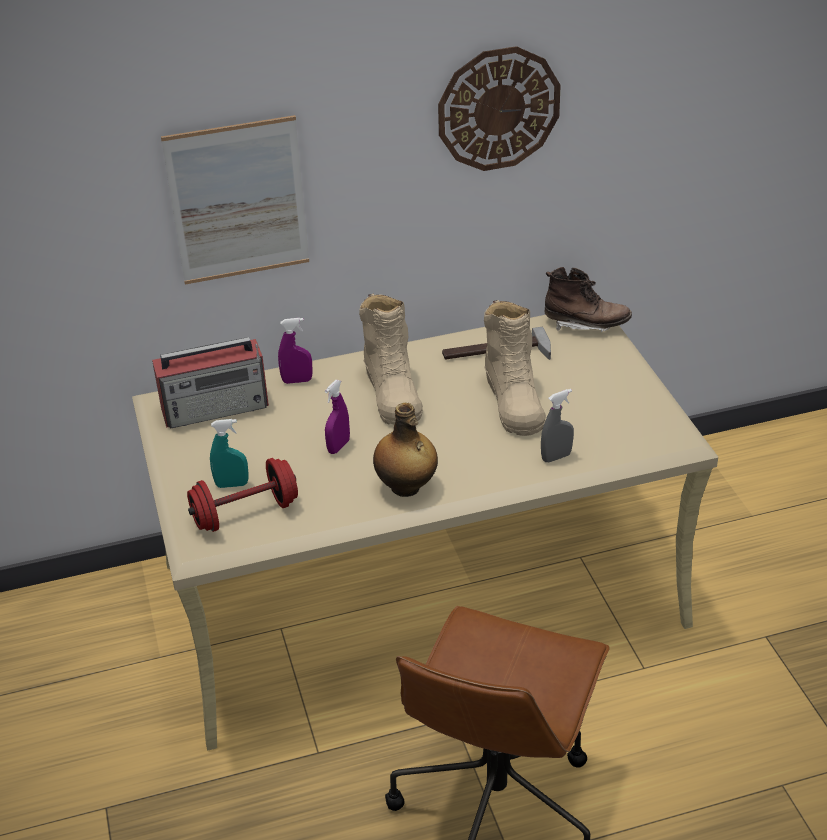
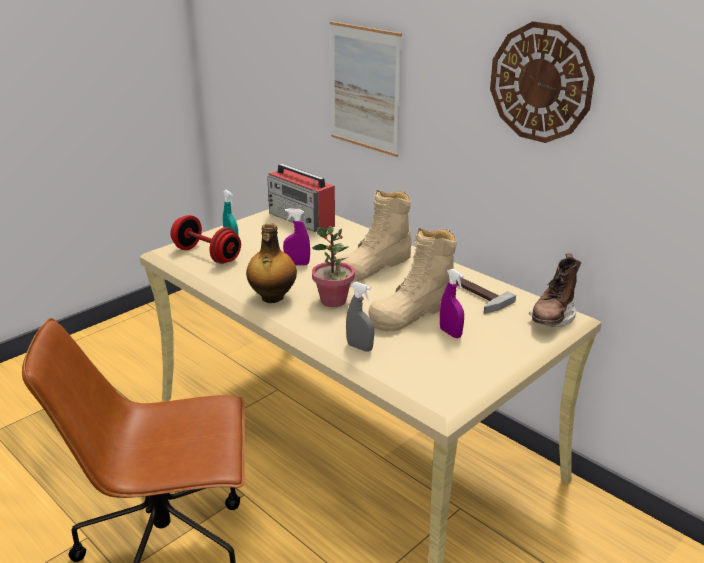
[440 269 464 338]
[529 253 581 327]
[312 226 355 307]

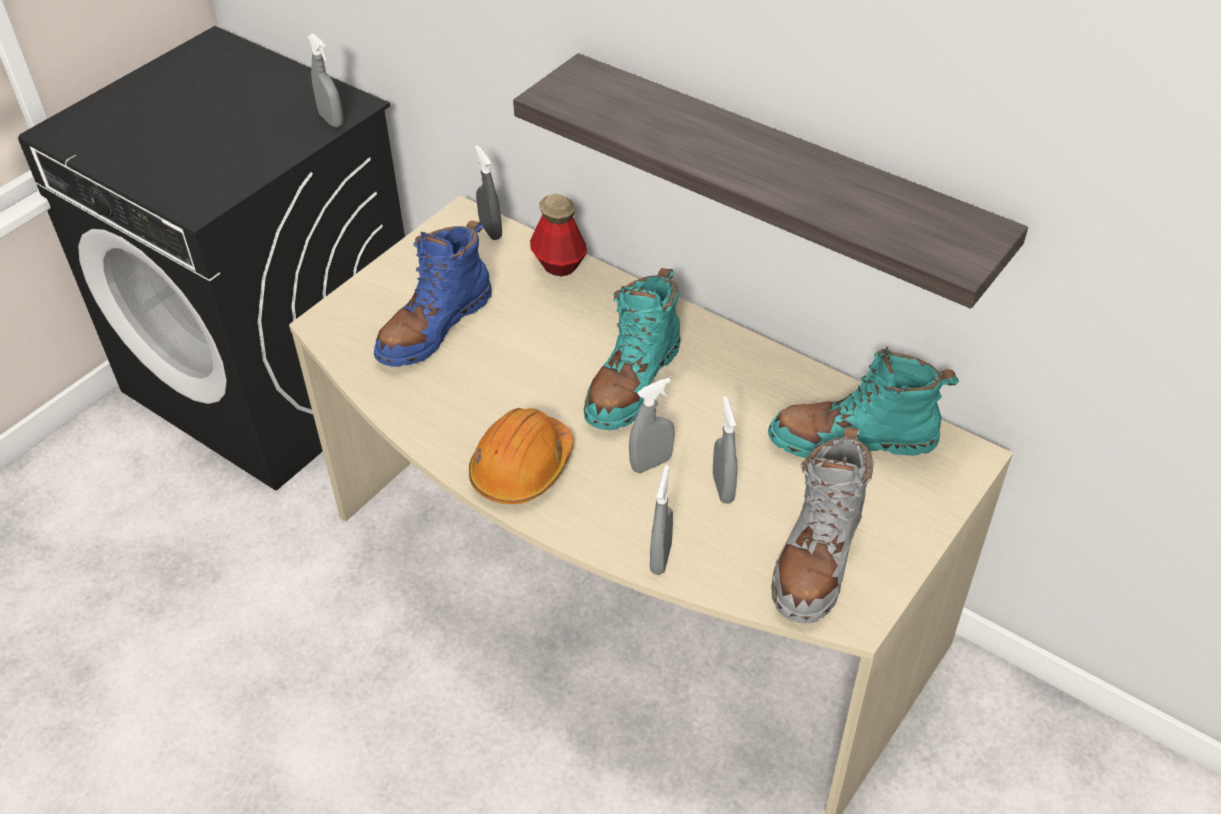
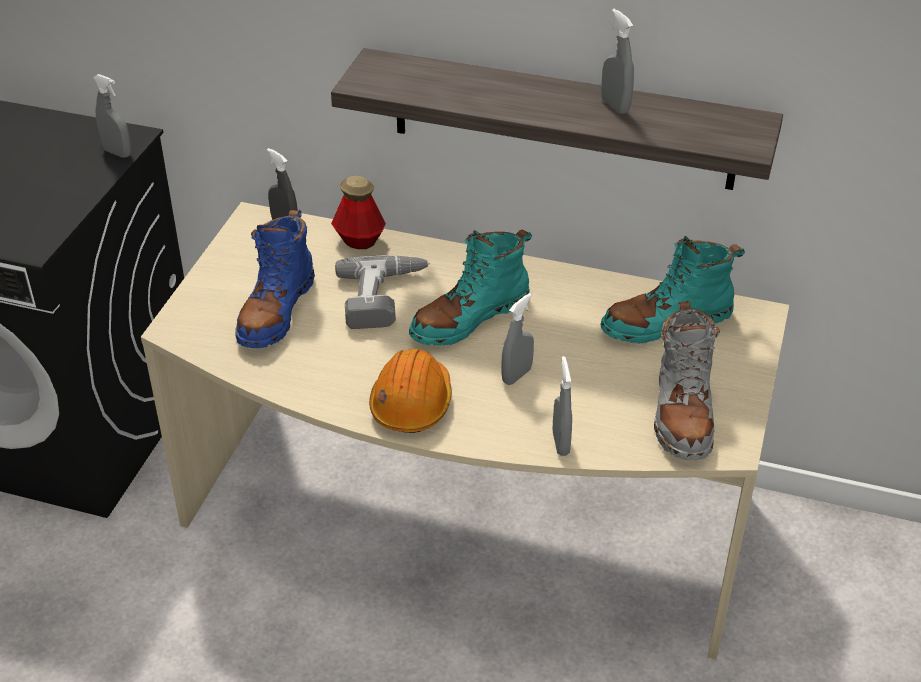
[409 230 532 346]
[601 8 634 114]
[335 255 430 329]

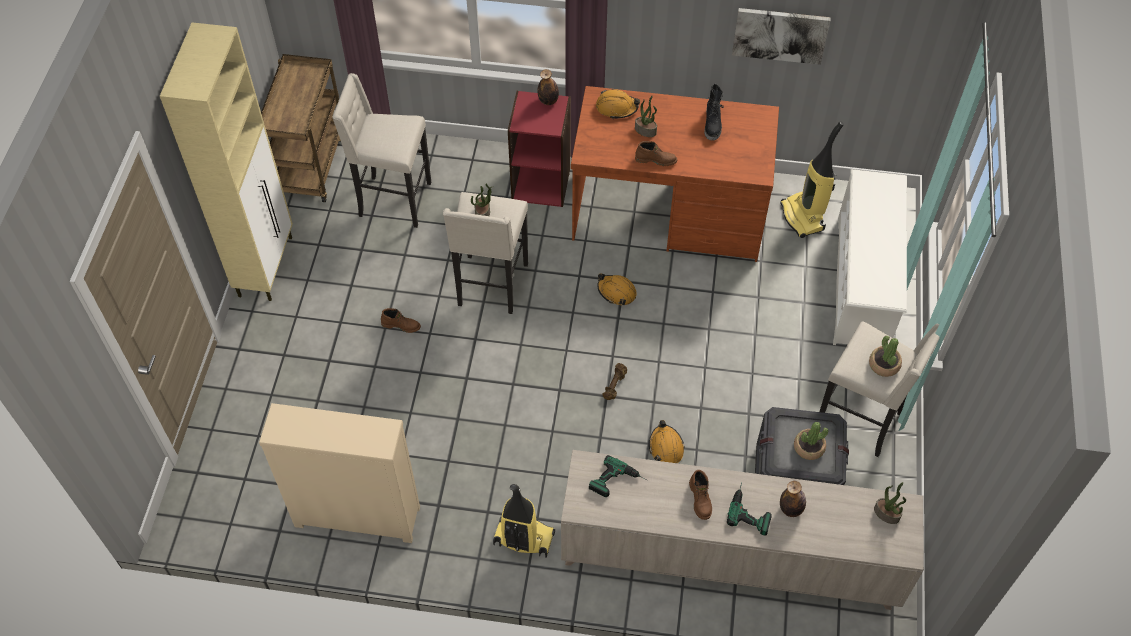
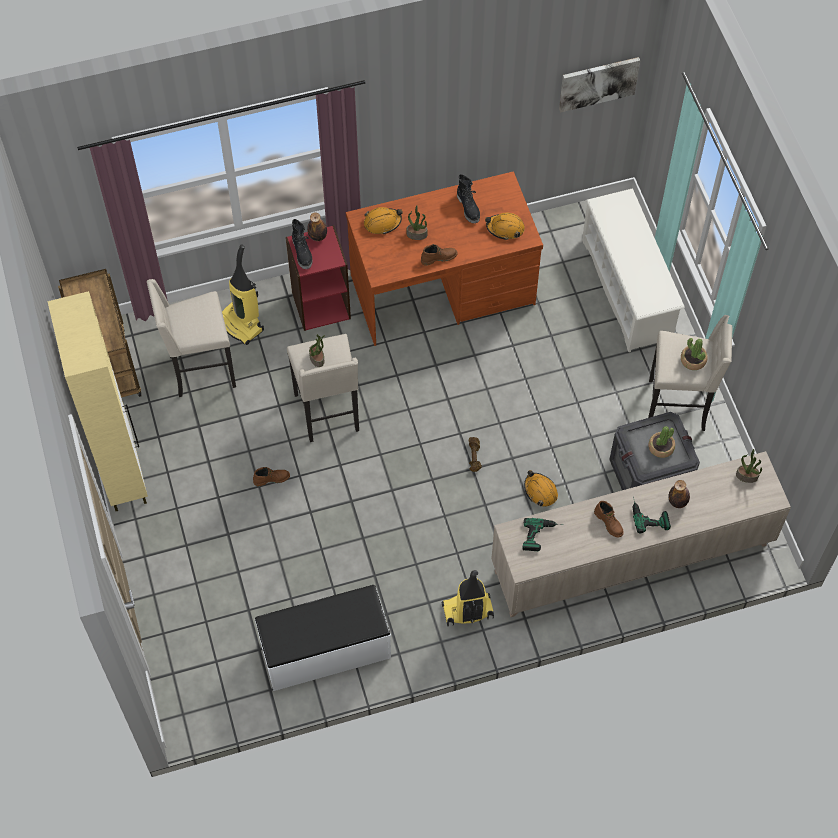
[255 585 391 691]
[485 213 525 240]
[559 57 640 112]
[222 244 264 345]
[292 219 313 269]

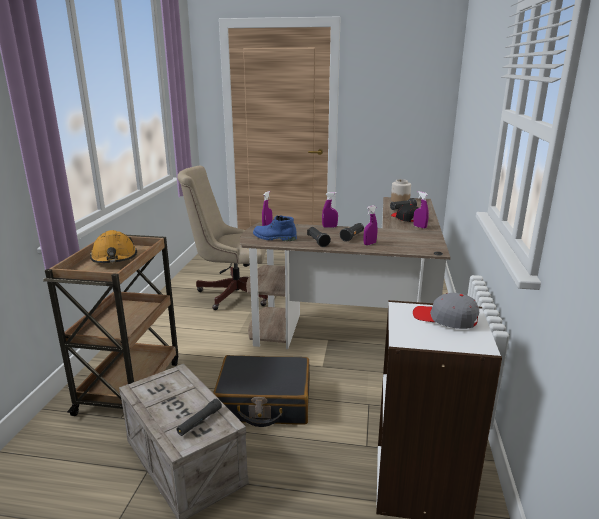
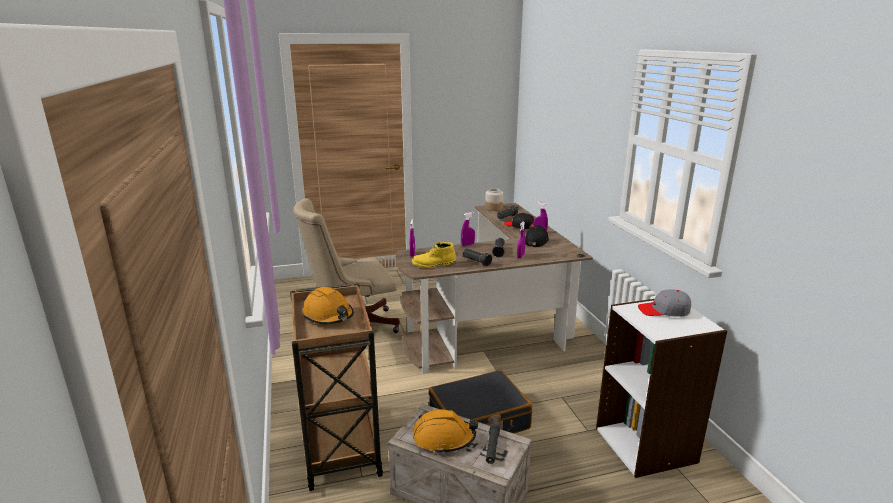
[412 242 456 268]
[413 409 478 454]
[525 225 549 247]

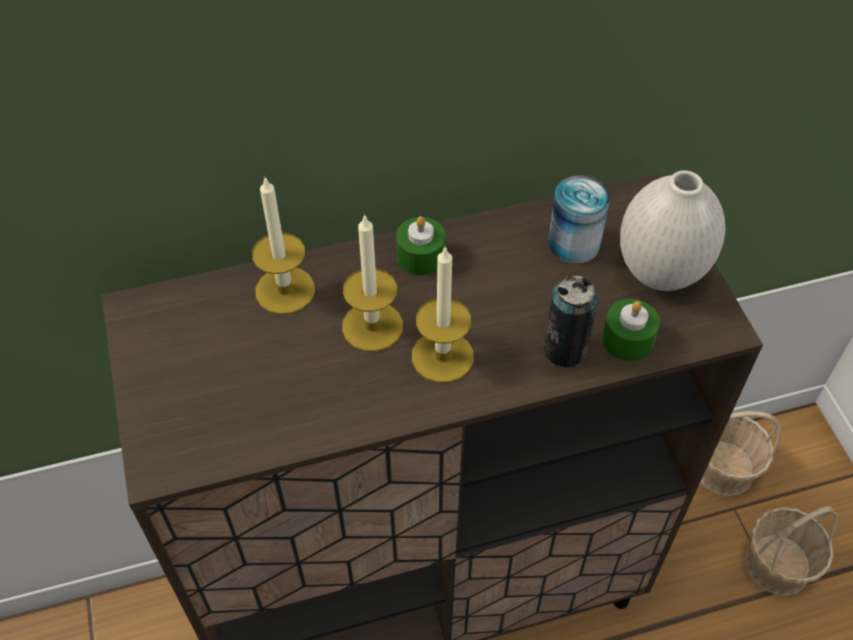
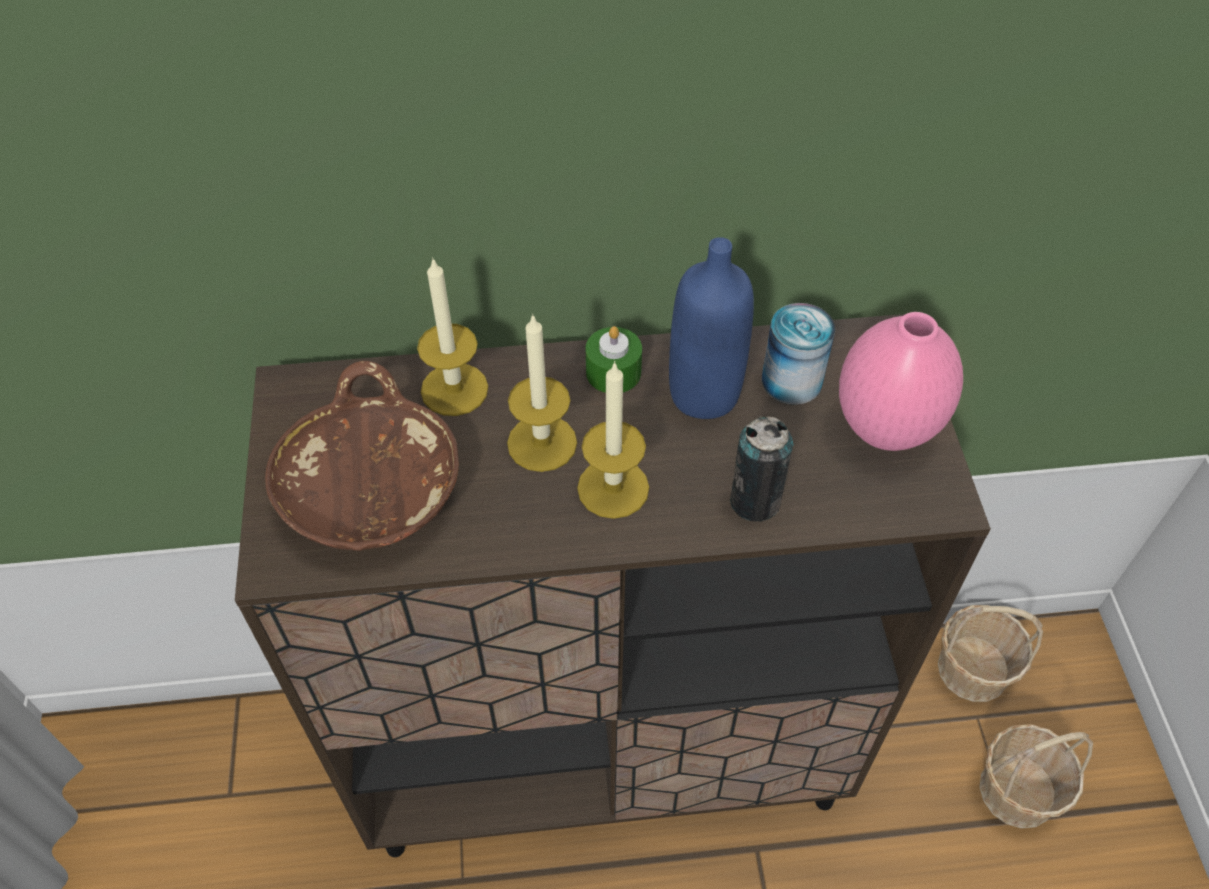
[602 299 660 361] (first image)
[839 312 963 451]
[265 361 459 551]
[669 237 754 419]

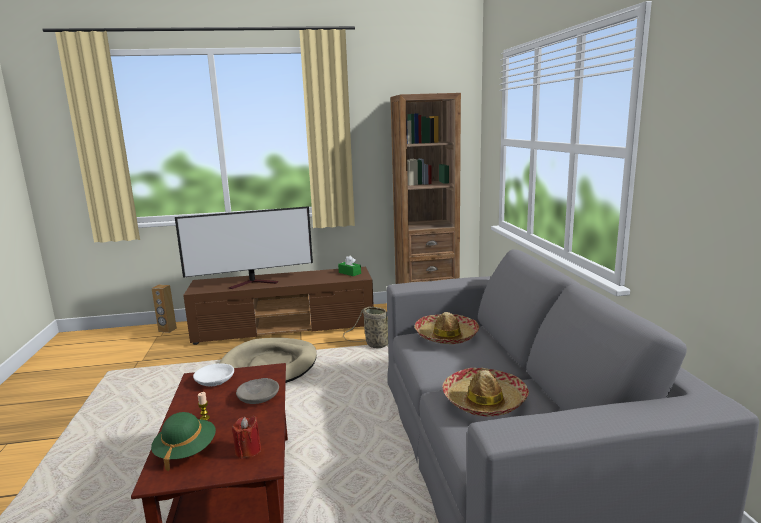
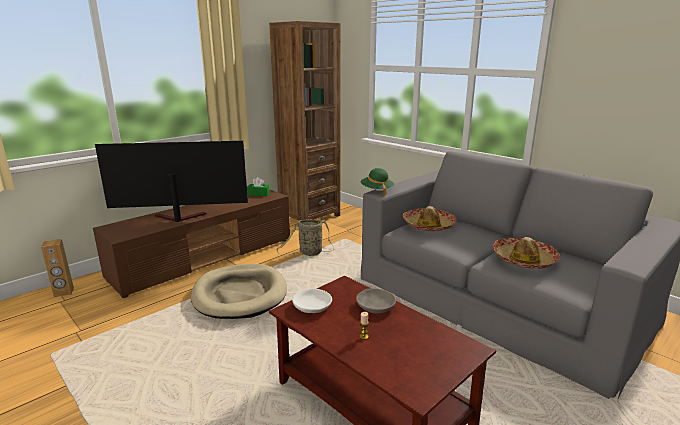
[361 168 394 196]
[95 141 248 222]
[232 416 261 459] (first image)

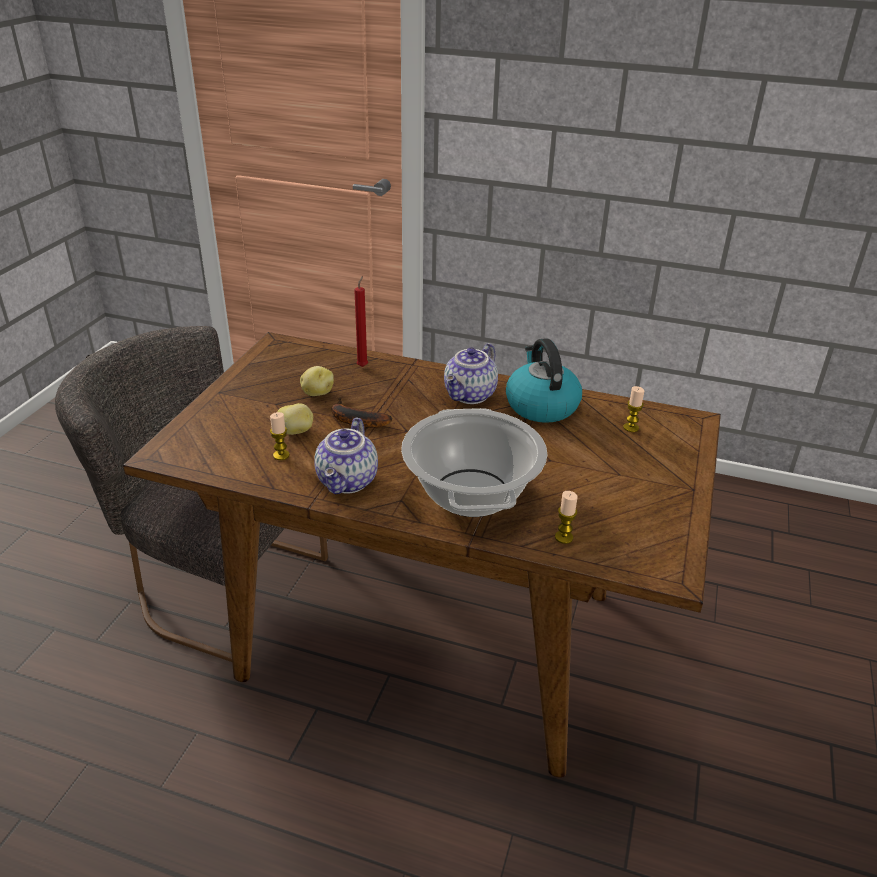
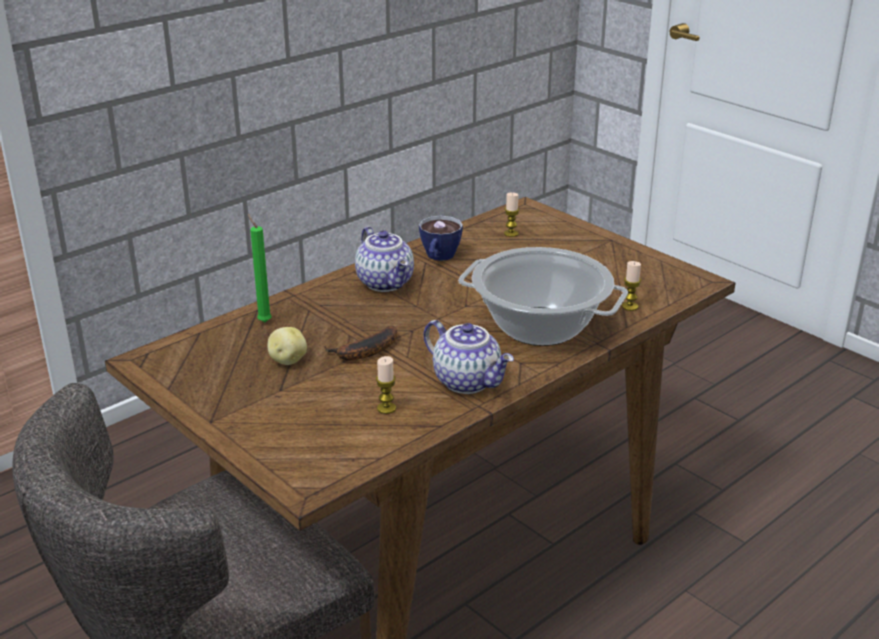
[277 403 313 435] (first image)
[248 214 272 322]
[419 216 463 261]

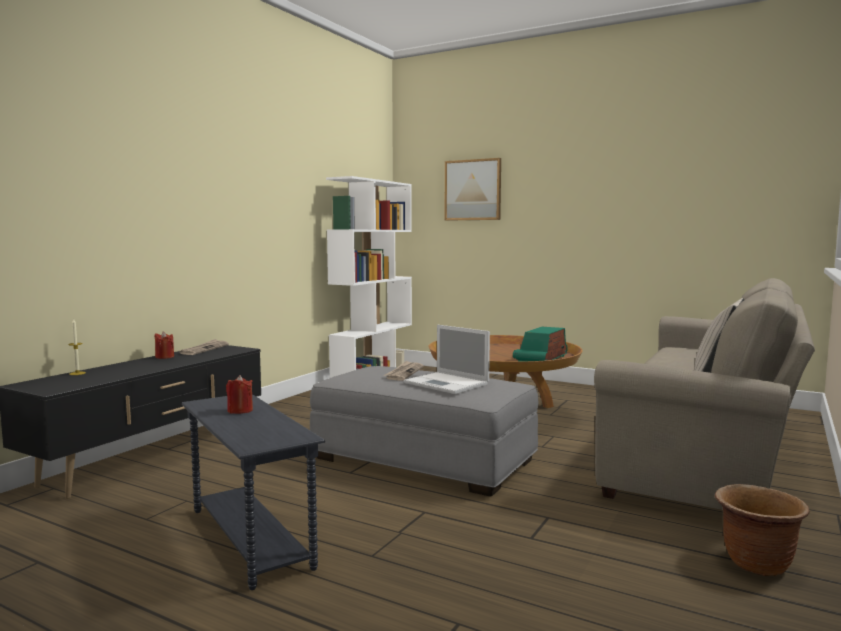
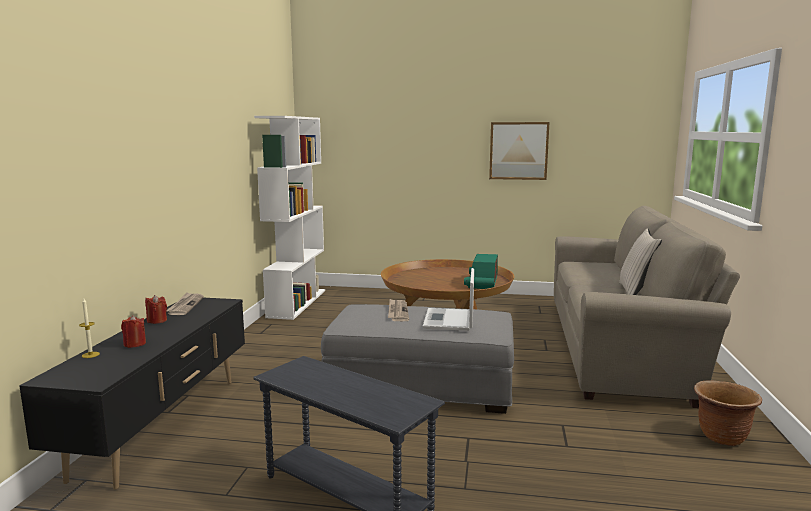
[121 315 146 348]
[423 268 474 331]
[489 122 549 180]

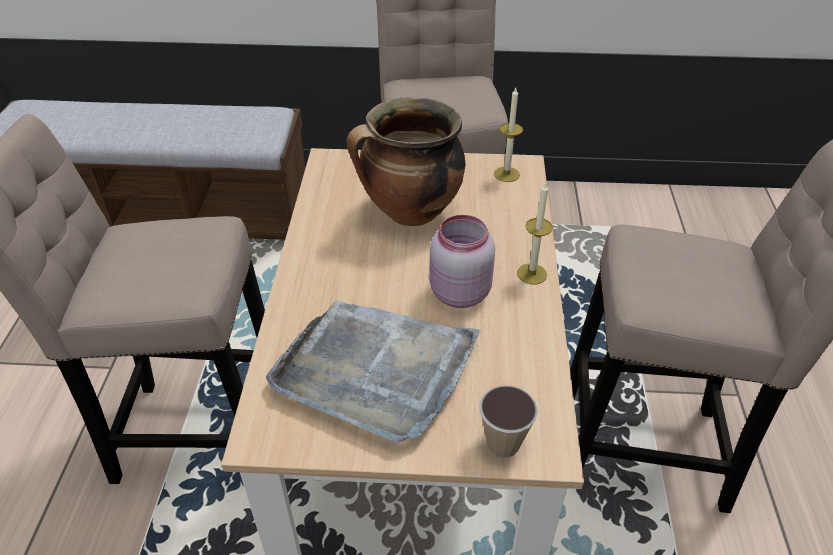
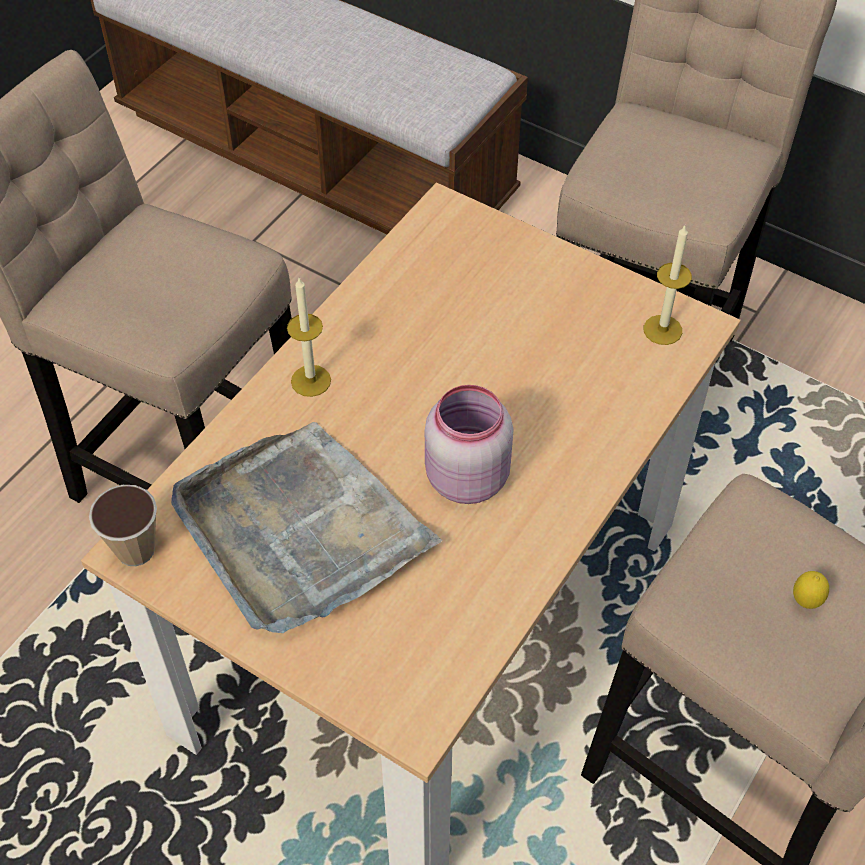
[346 98 466 226] (first image)
[89 485 157 566]
[287 278 331 397]
[793 571 829 609]

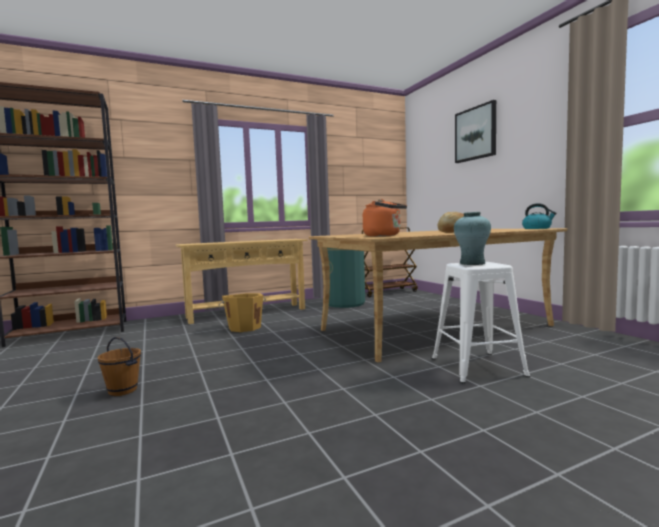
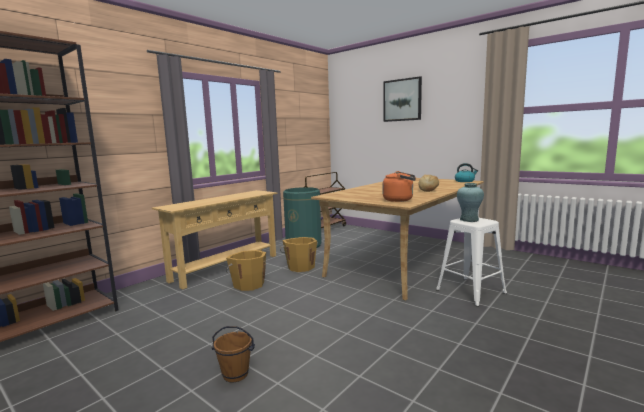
[280 237 319 272]

